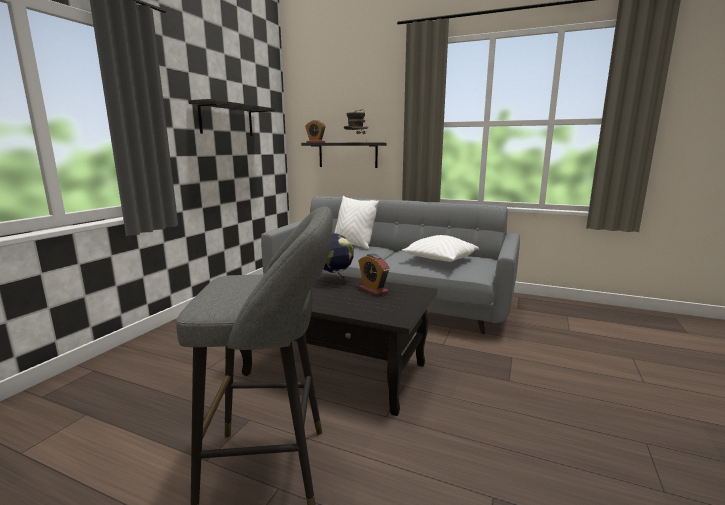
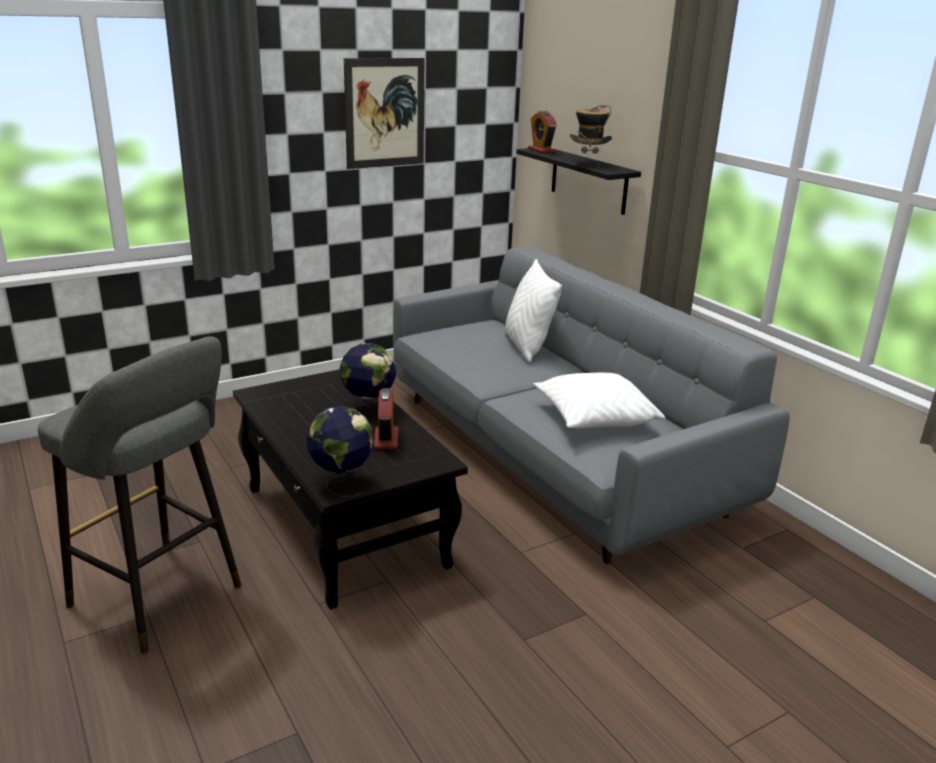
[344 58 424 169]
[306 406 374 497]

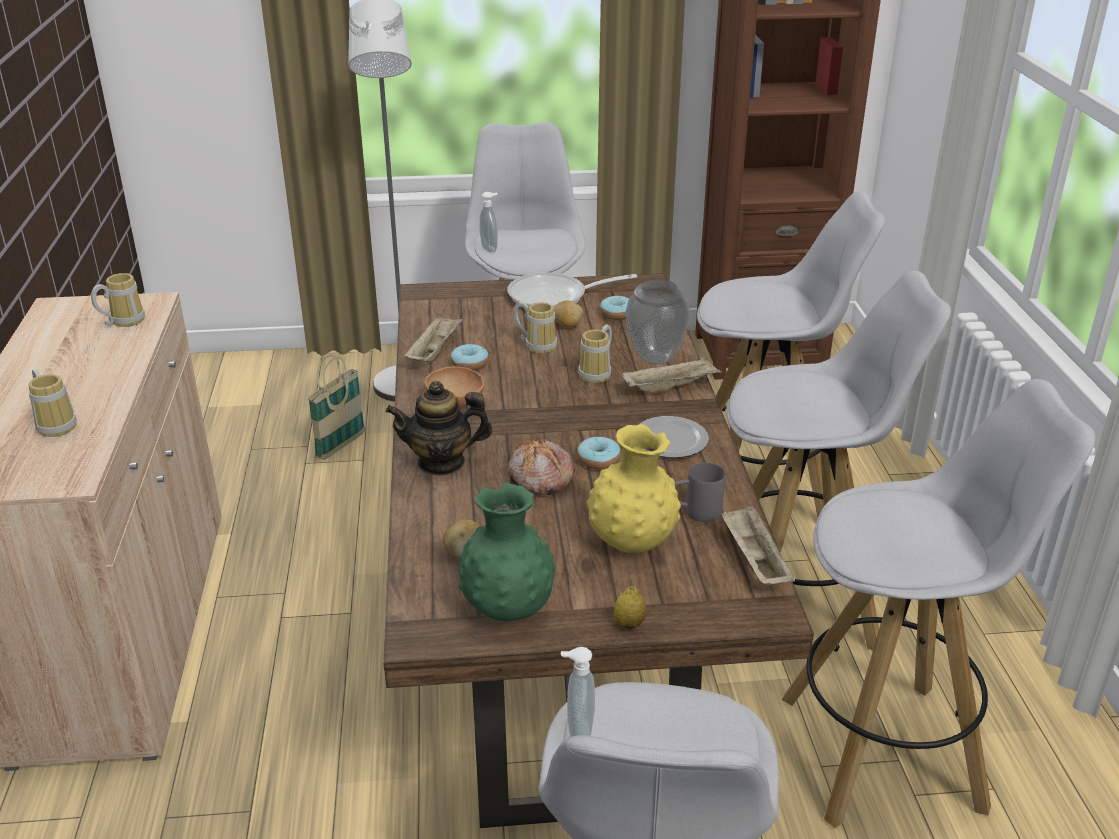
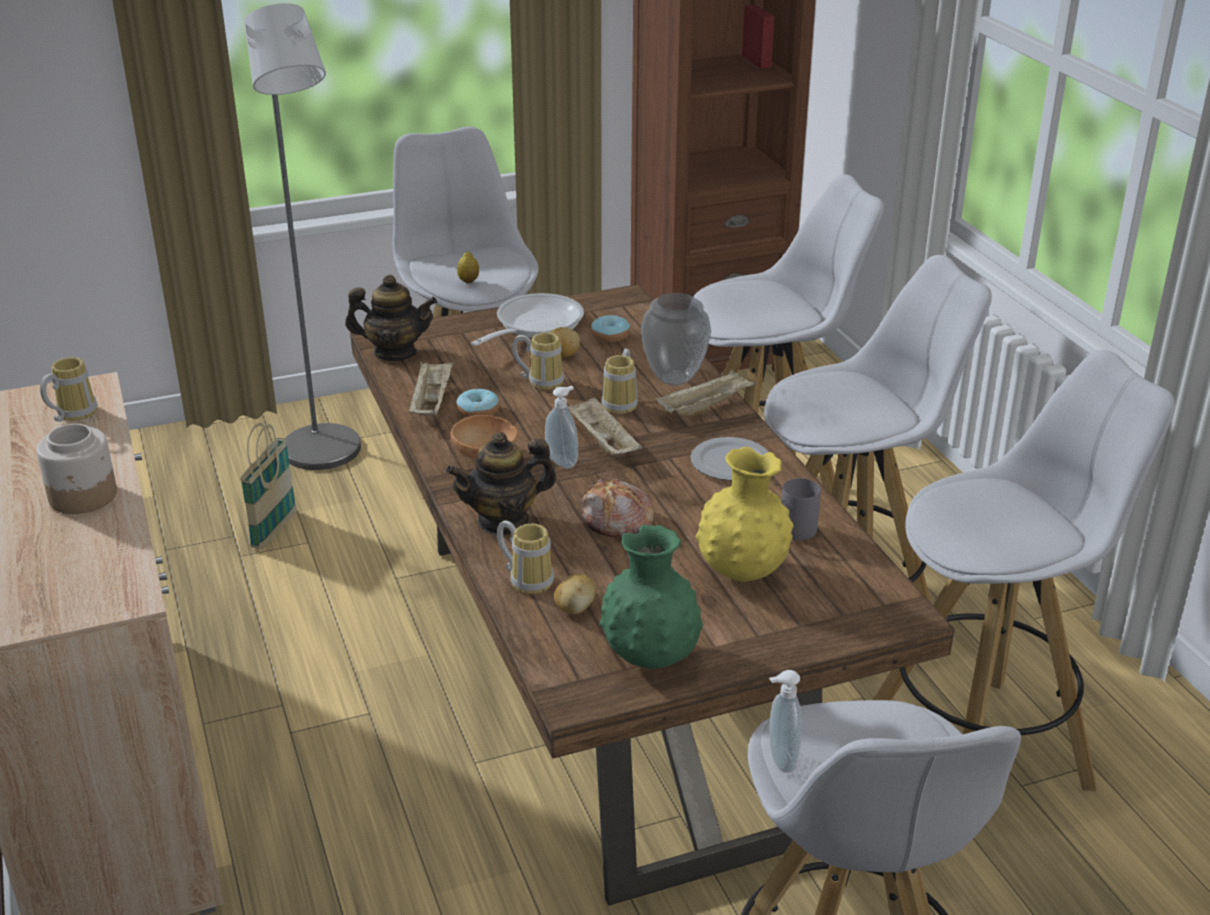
[497 520 554 594]
[545 386 578 469]
[471 293 584 346]
[577 437 621 469] (first image)
[457 252 479 283]
[567 397 642 455]
[36 424 117 514]
[345 275 437 361]

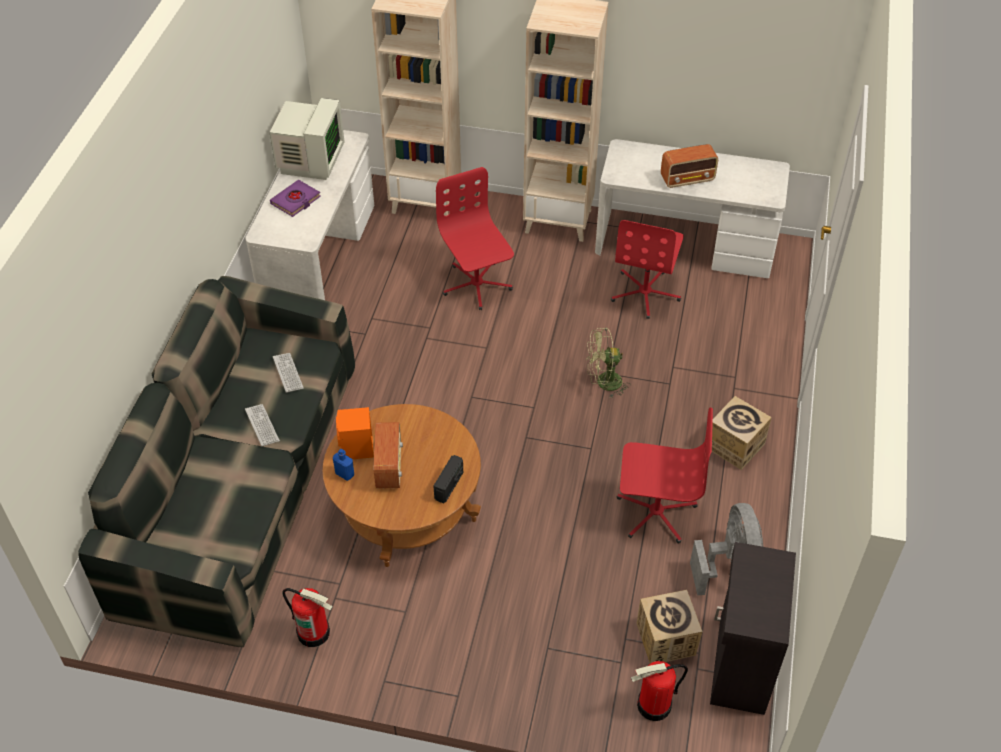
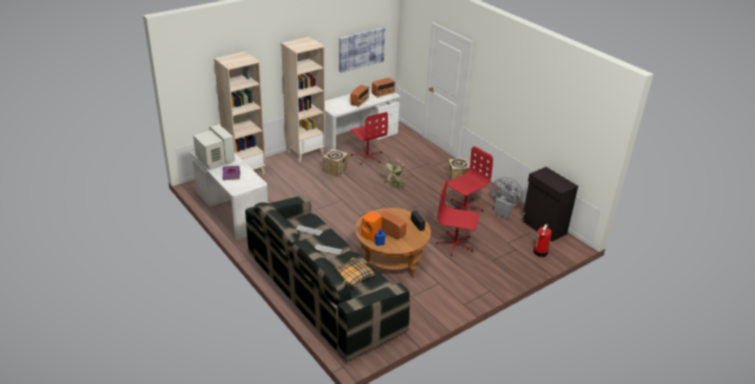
[282 588 333 647] (first image)
[436 180 479 256]
[323 149 348 177]
[336 258 375 288]
[339 27 385 73]
[372 78 395 98]

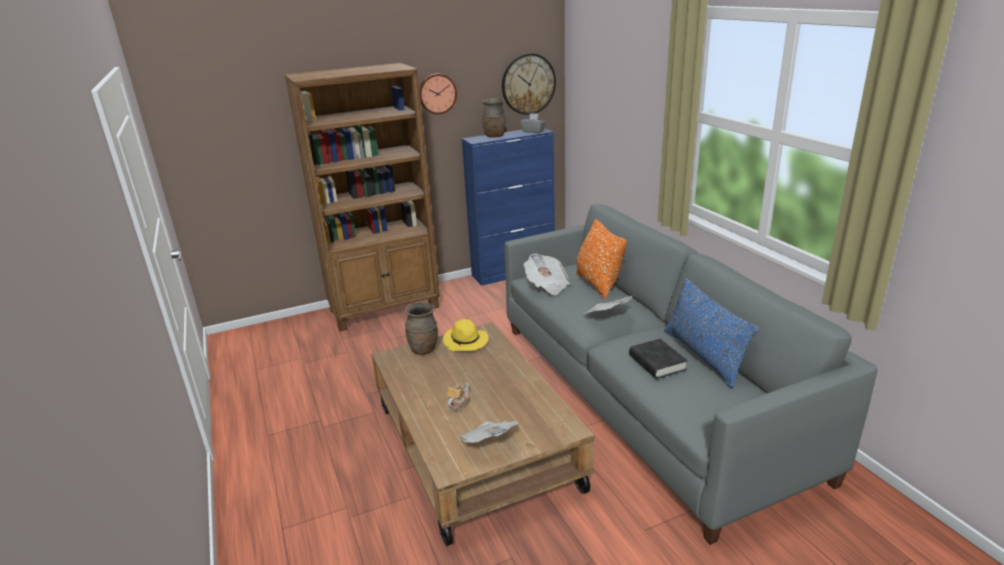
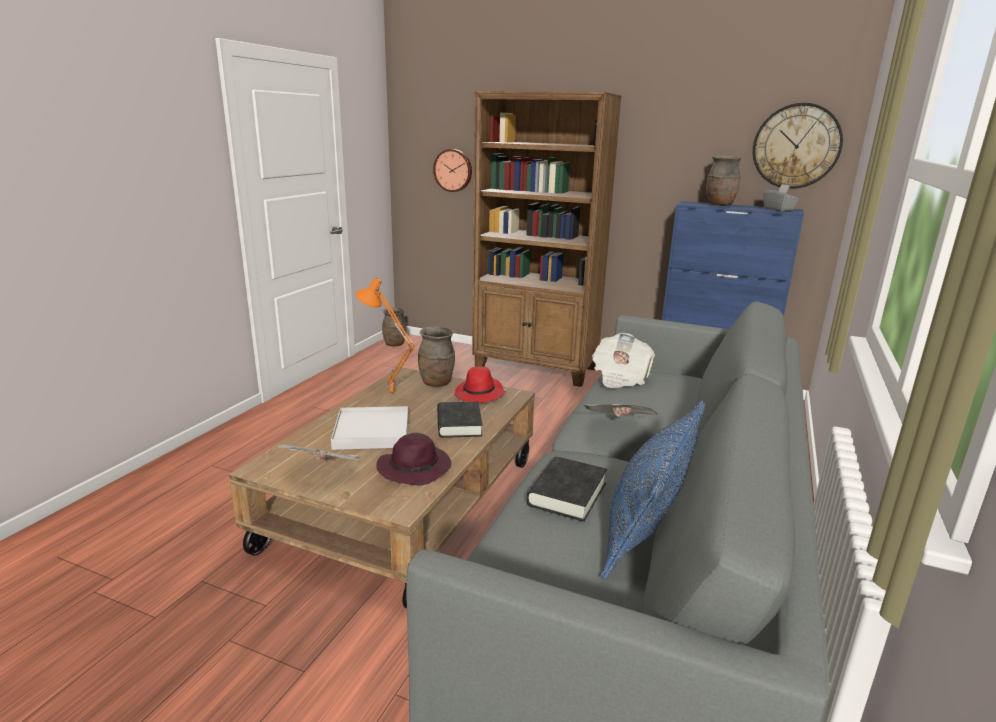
[433 149 472 192]
[454 366 505 403]
[331 406 408 450]
[576 219 627 298] (first image)
[356 277 415 396]
[376 433 451 485]
[382 308 406 346]
[437 401 483 438]

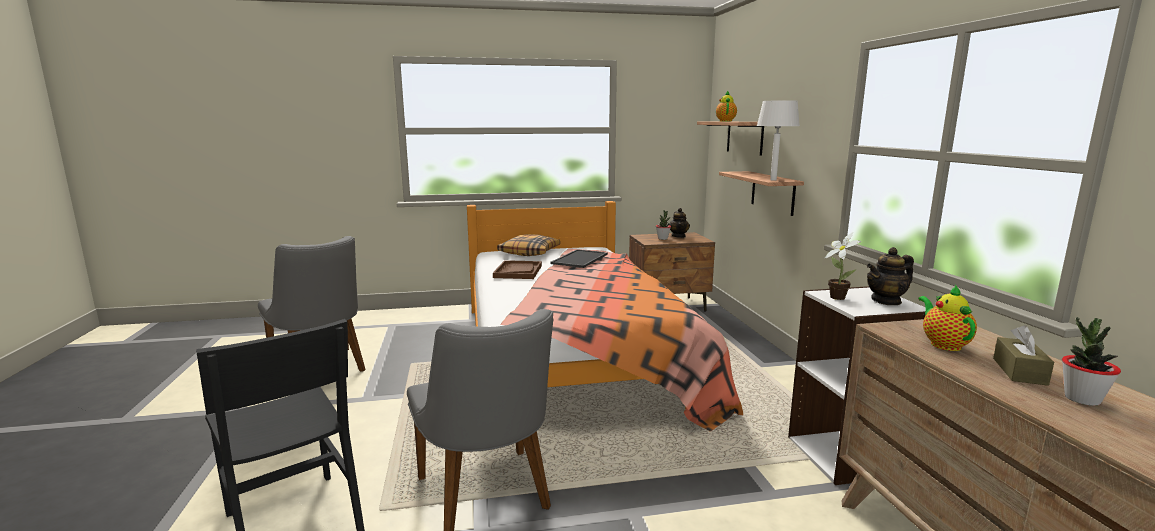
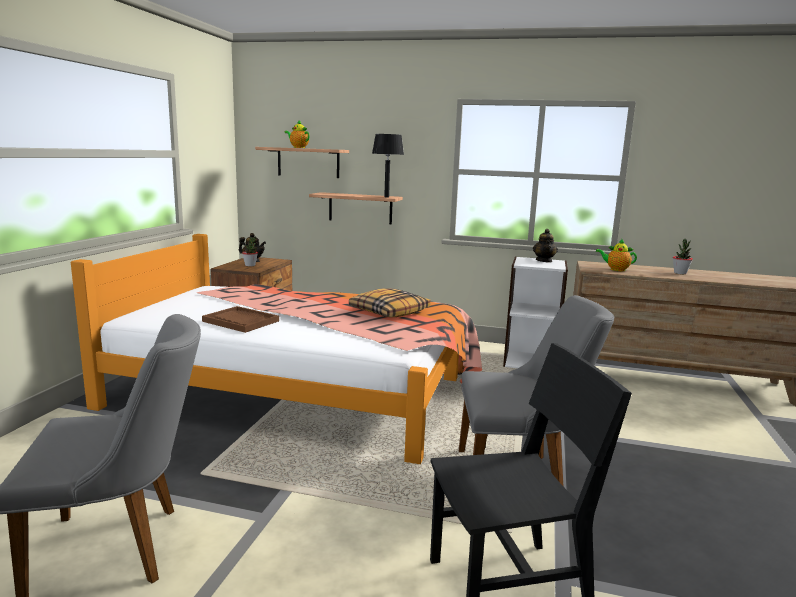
[349 288 431 317]
[550 249 608 268] (first image)
[372 134 404 197]
[824 232 861 300] (first image)
[993 325 1054 386] (first image)

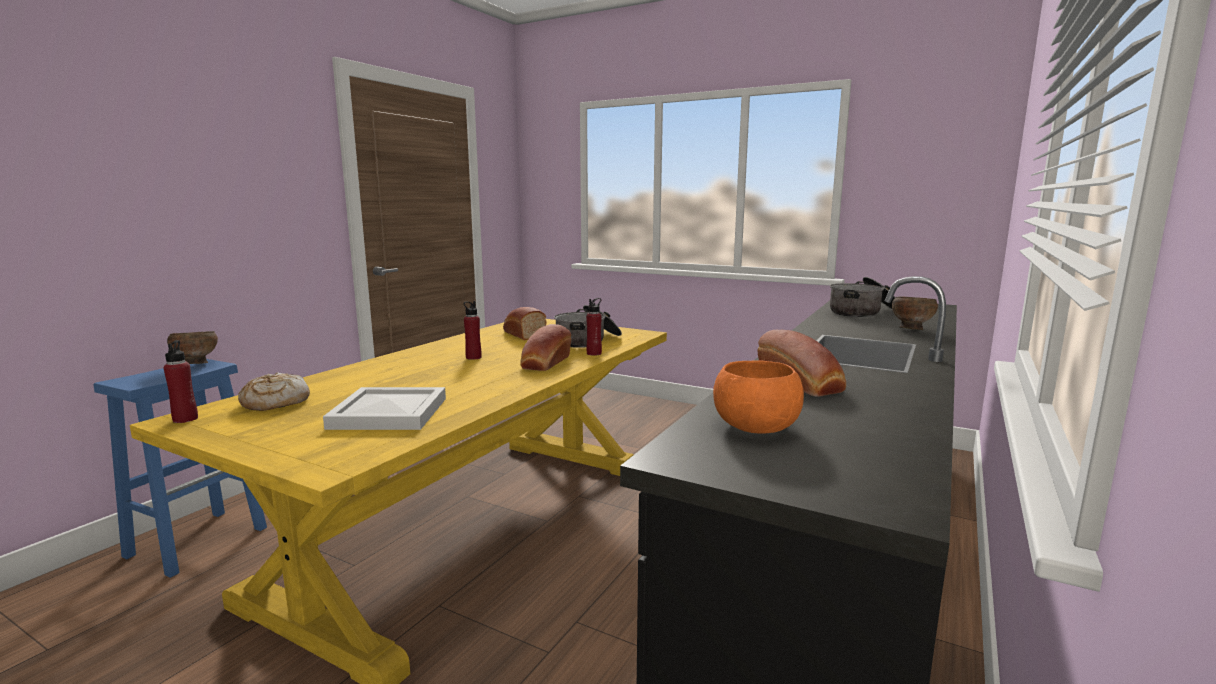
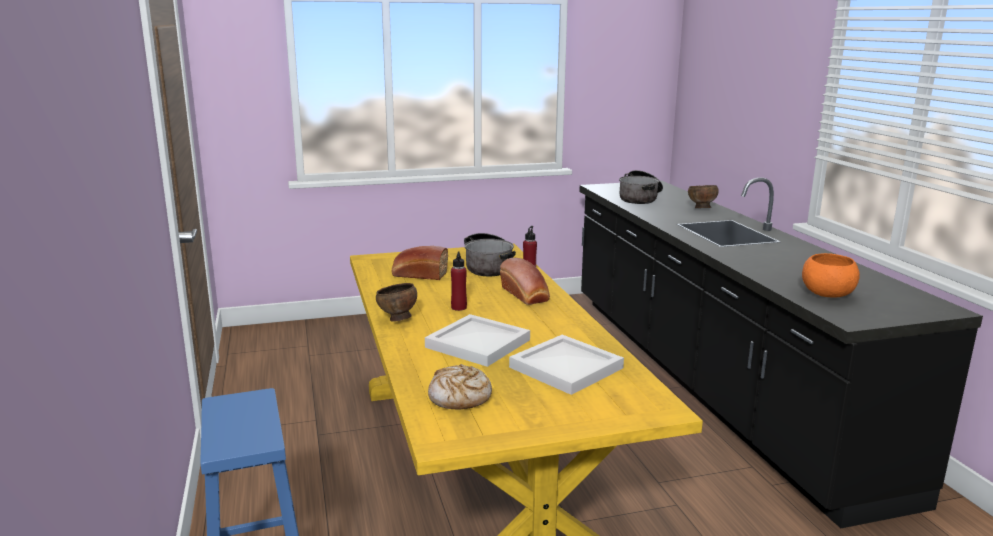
[164 340 198 423] (first image)
[376 283 417 321]
[757 330 846 397] (first image)
[425 314 530 367]

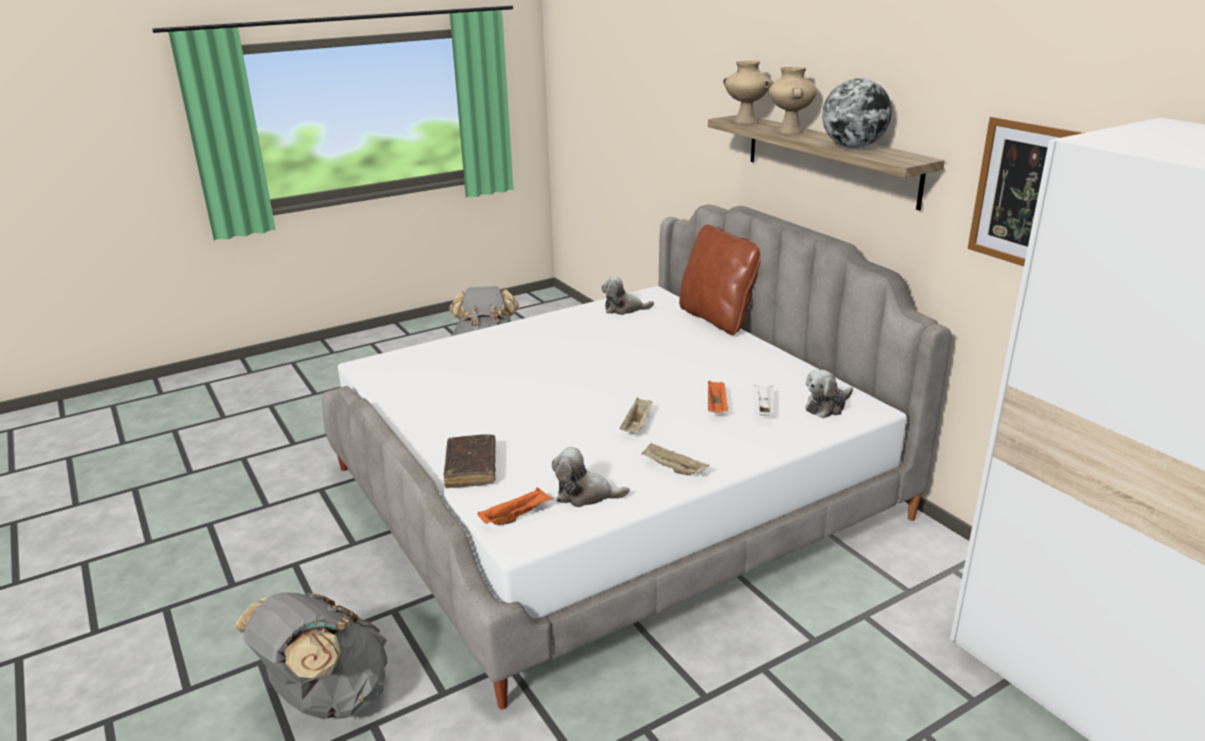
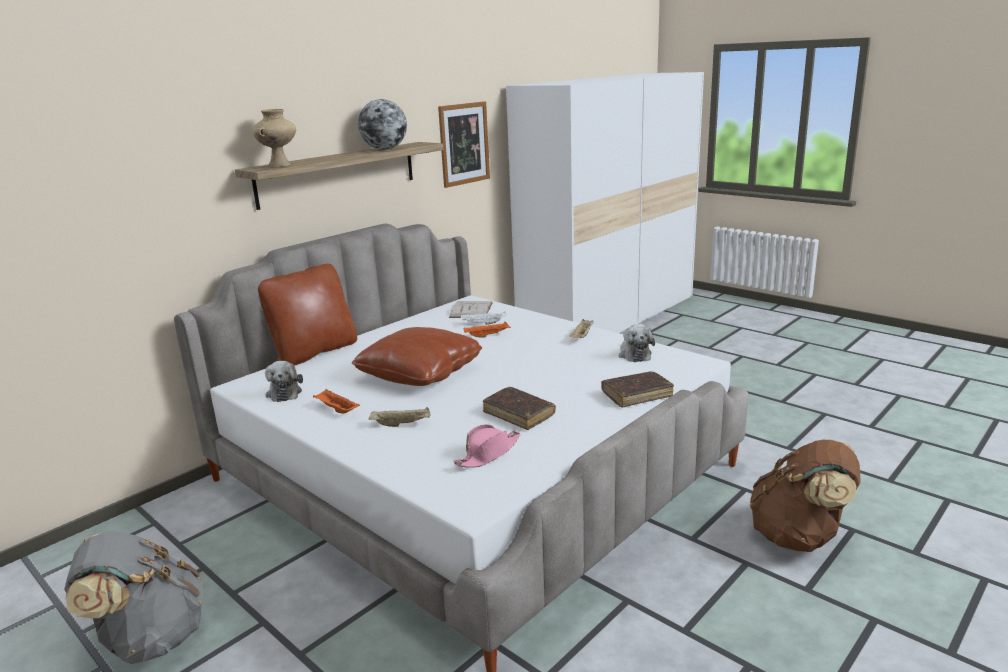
[750 440 860 552]
[313 389 360 414]
[369 407 431 427]
[769 67 817 134] (first image)
[449 301 493 318]
[352 327 482 386]
[453 424 521 468]
[483 387 556 430]

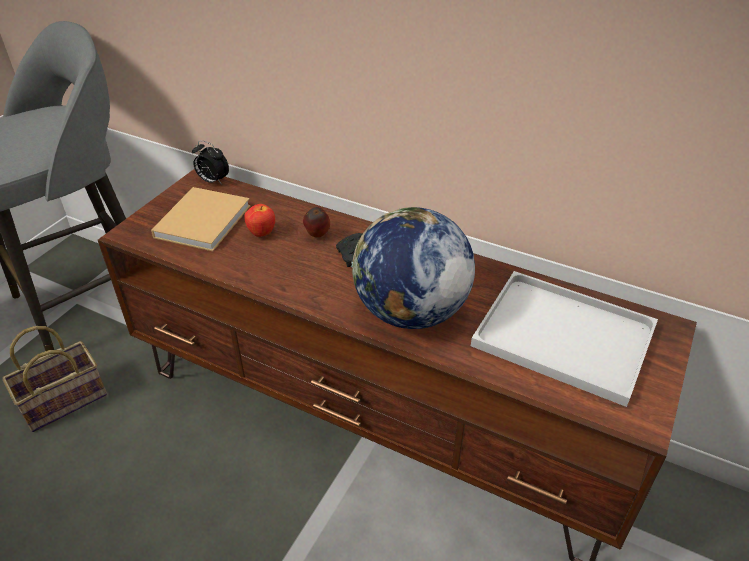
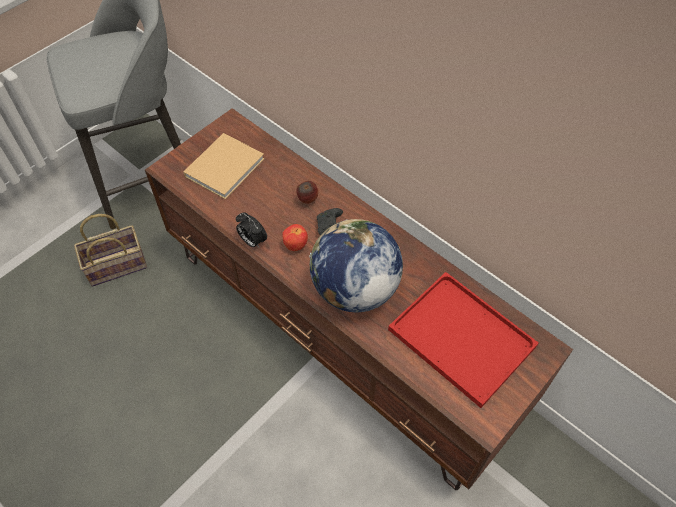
[236 212 267 249]
[282 224 308 251]
[388 272 538 408]

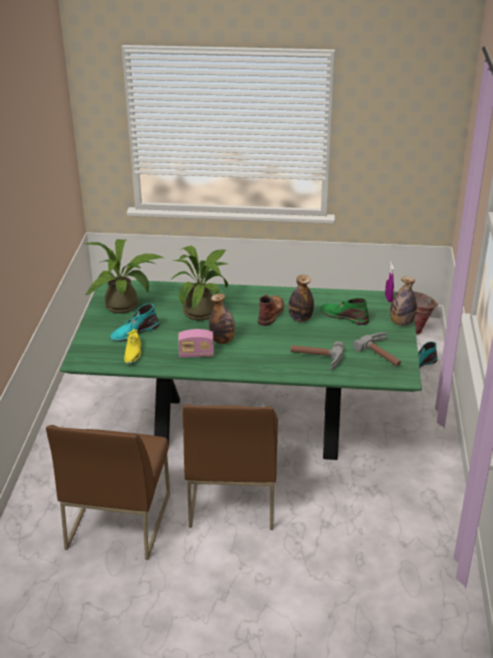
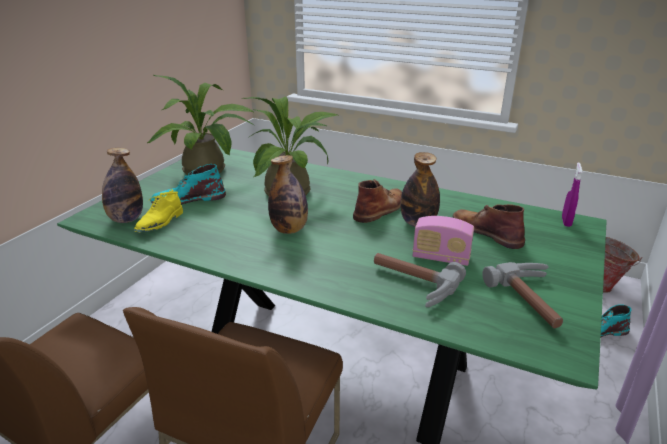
[413 216 474 266]
[453 204 525 249]
[102 148 143 223]

